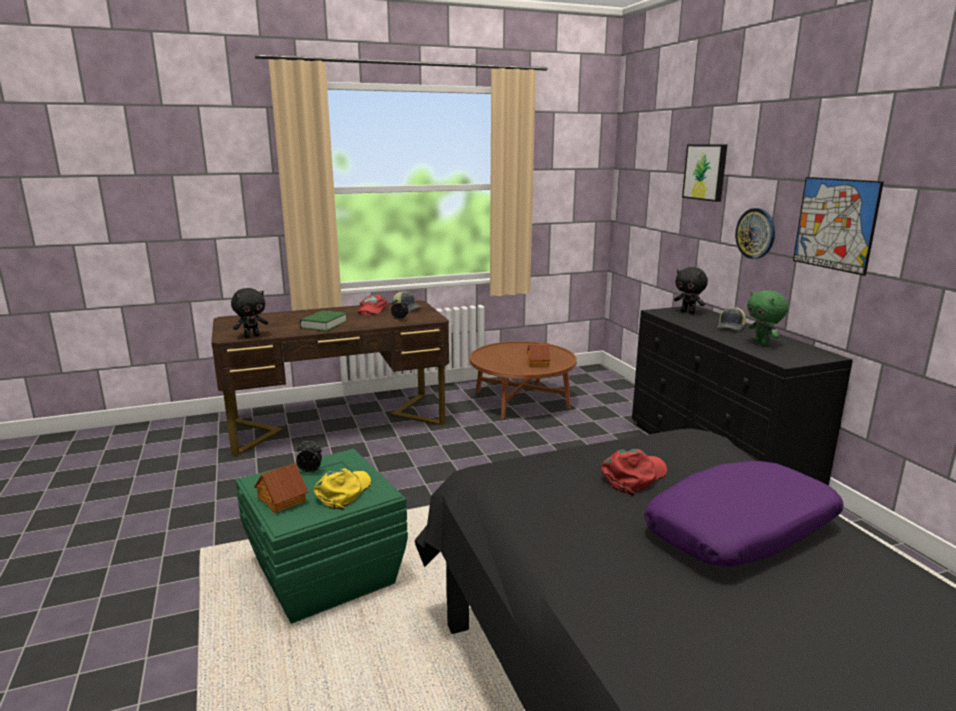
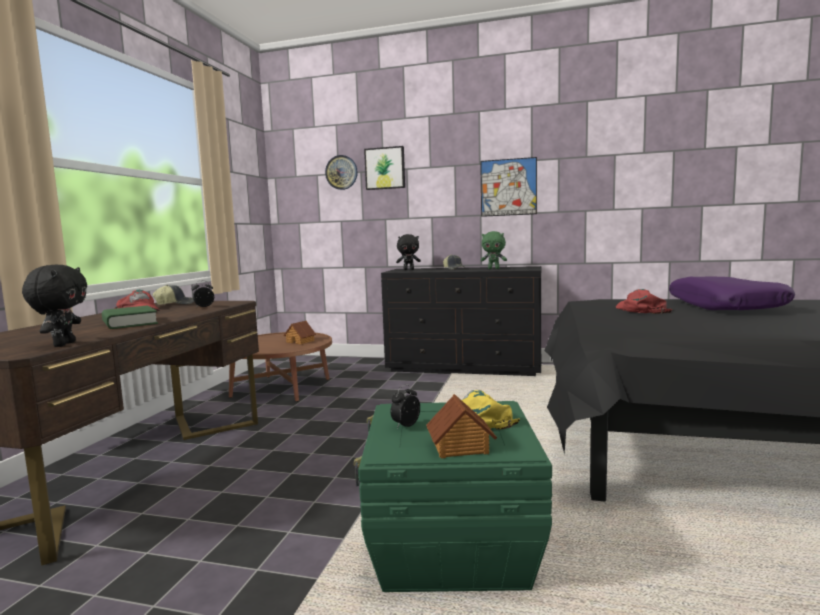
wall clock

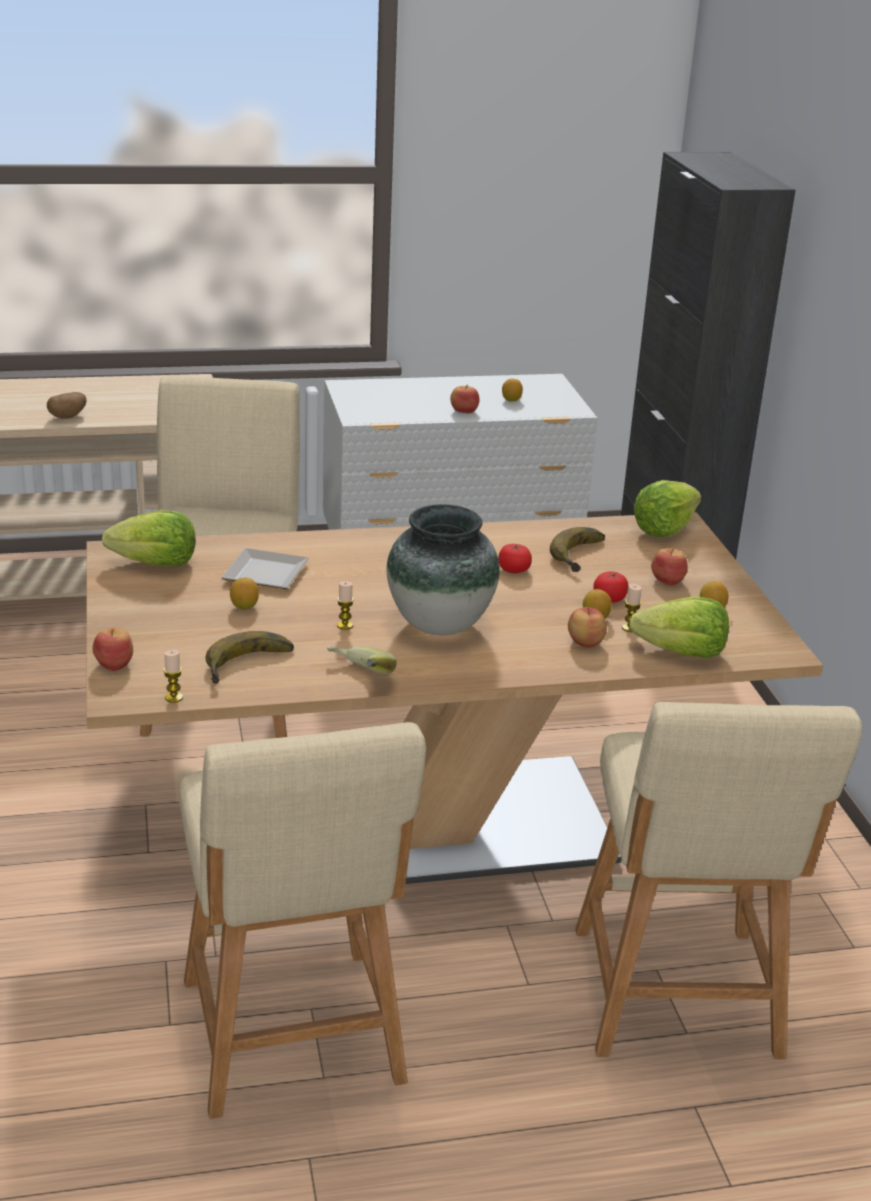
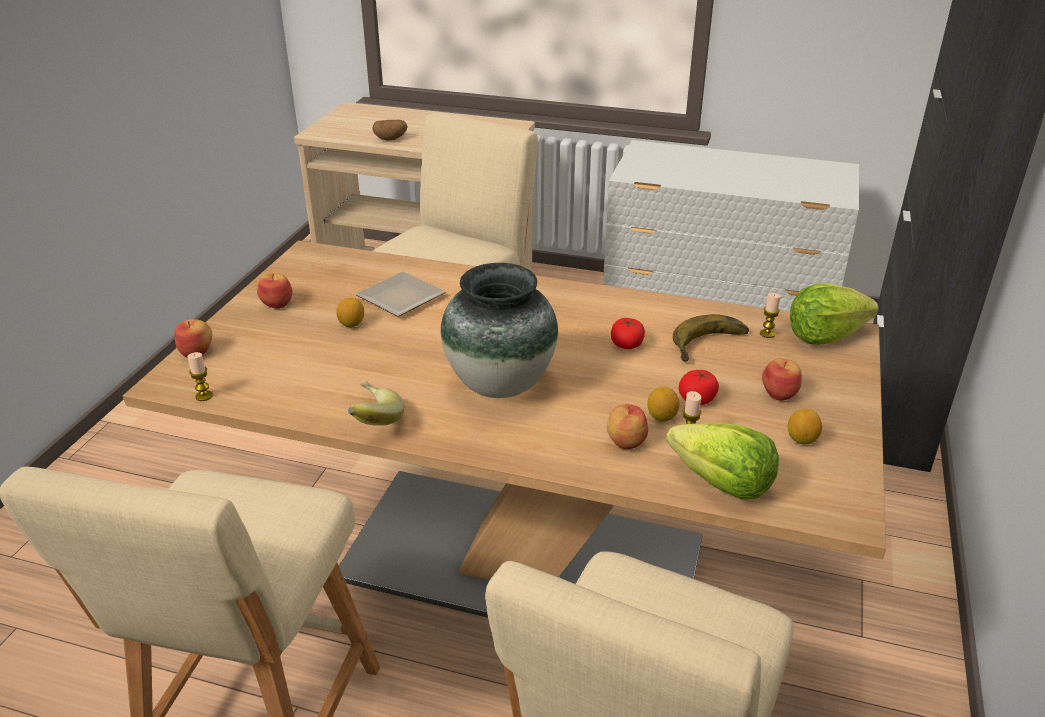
lettuce (no. 1 from left in the first image)
banana (no. 1 from left in the first image)
candle (no. 3 from left)
apple (no. 2 from left)
lemon (no. 2 from left in the first image)

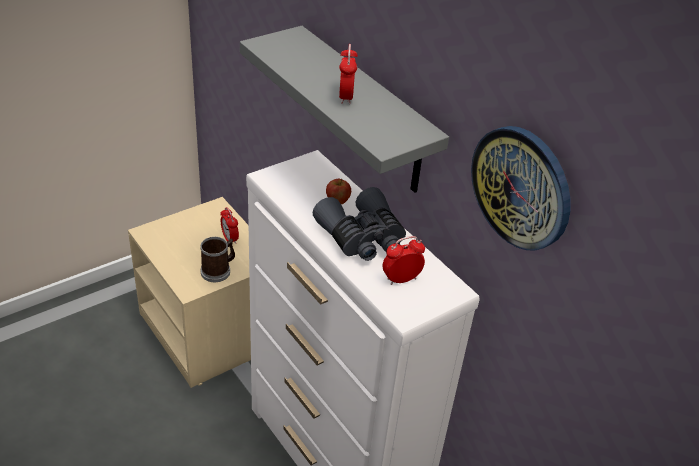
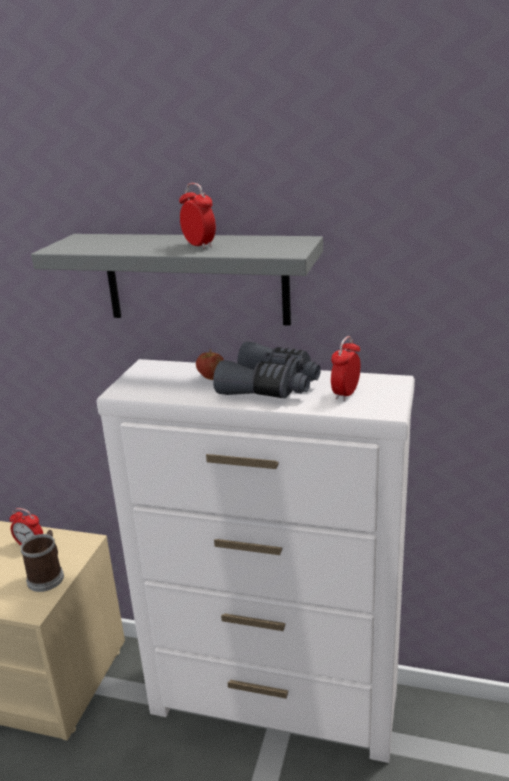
wall clock

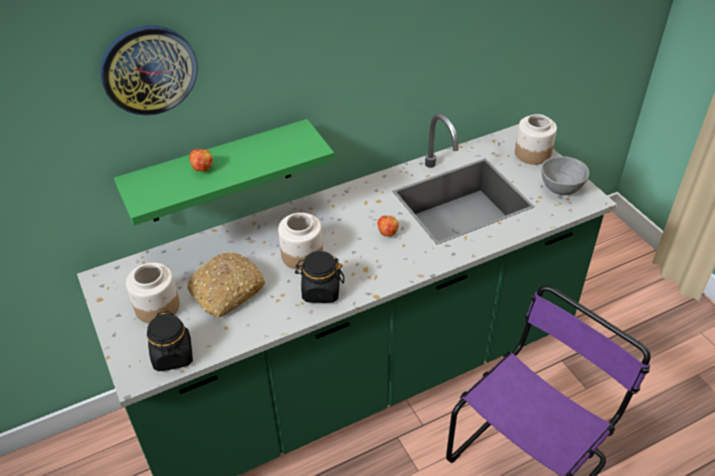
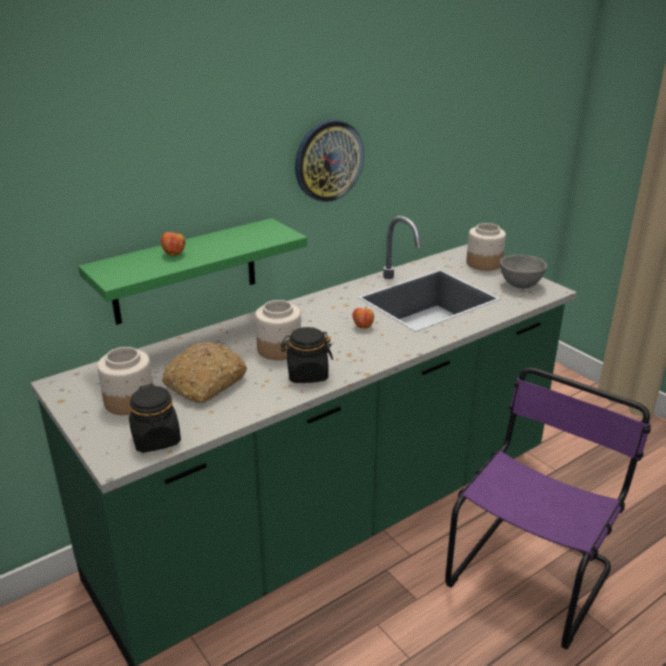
wall clock

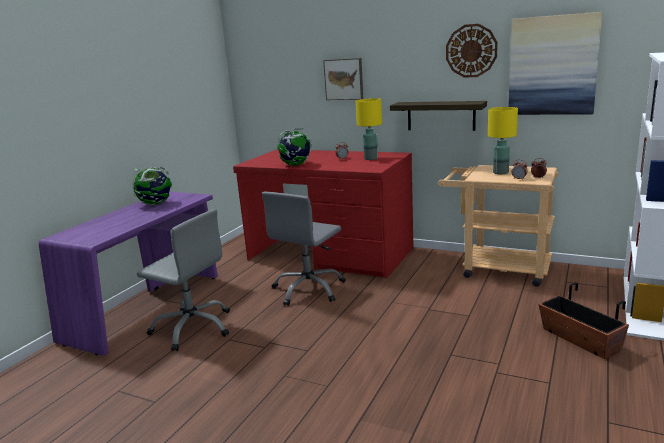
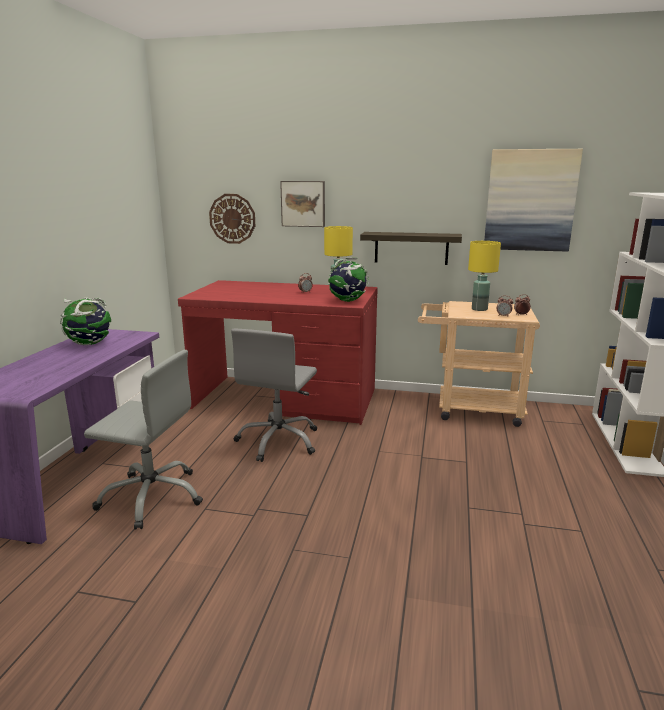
globe (no. 2 from left)
wall clock
planter

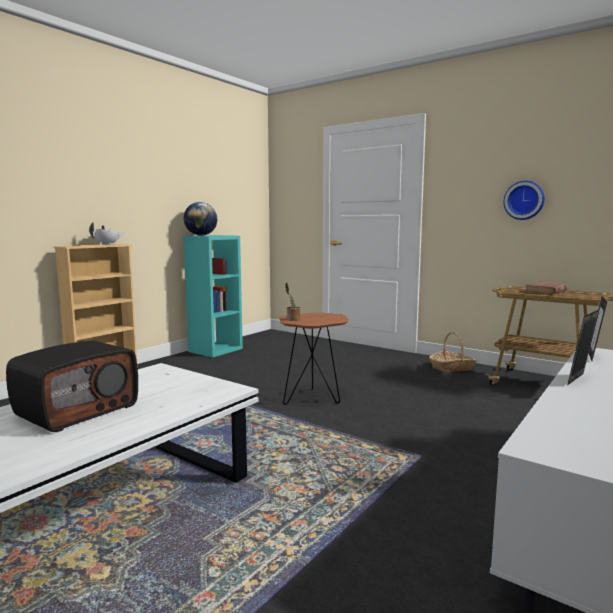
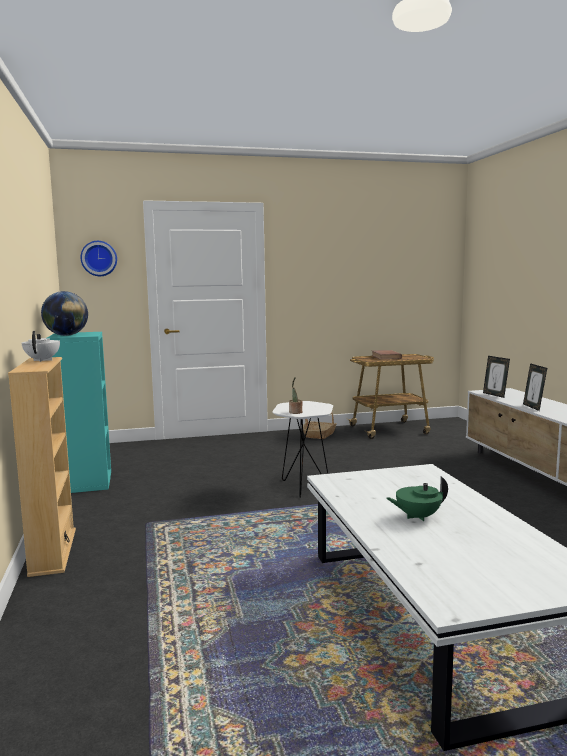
green teapot
white side table
wall clock

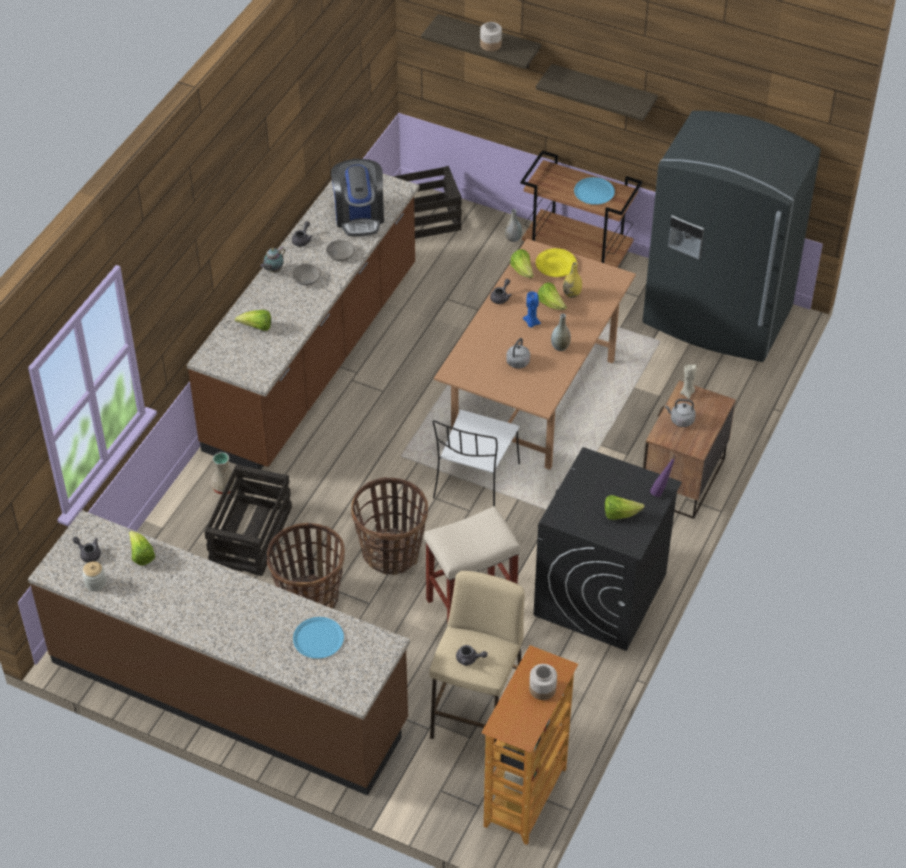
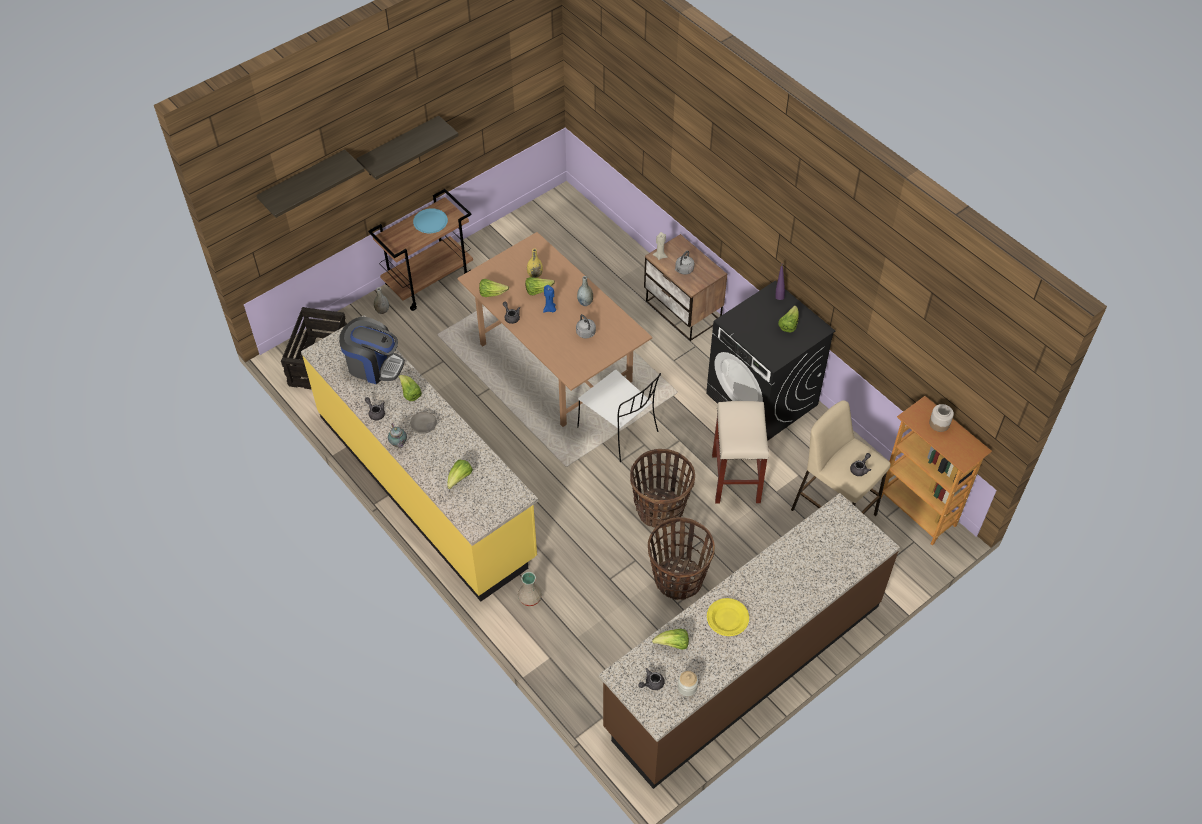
yellow counter
crate (no. 1 from left in the first image)
blue plate (no. 1 from left in the first image)
lettuce (no. 1 from left)
jar (no. 2 from left in the first image)
yellow plate
grey fridge

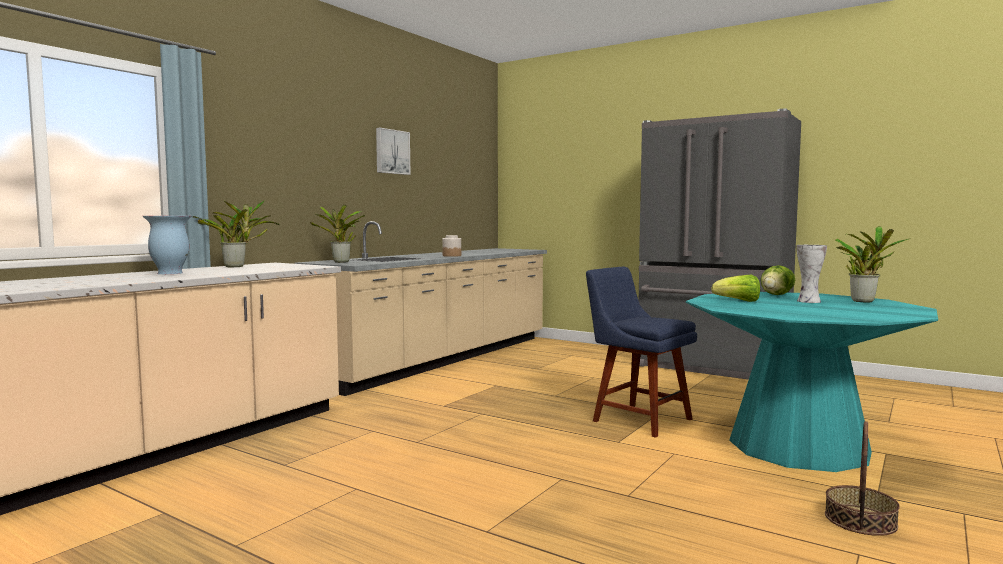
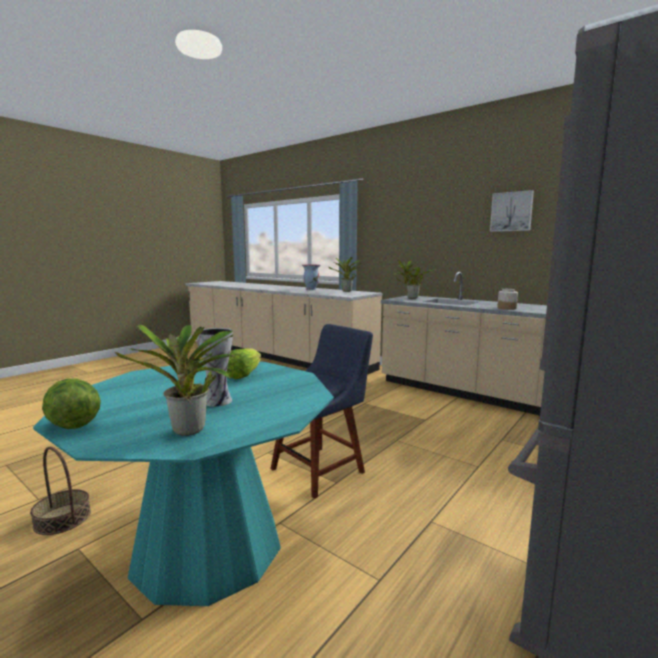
lettuce (no. 1 from left)

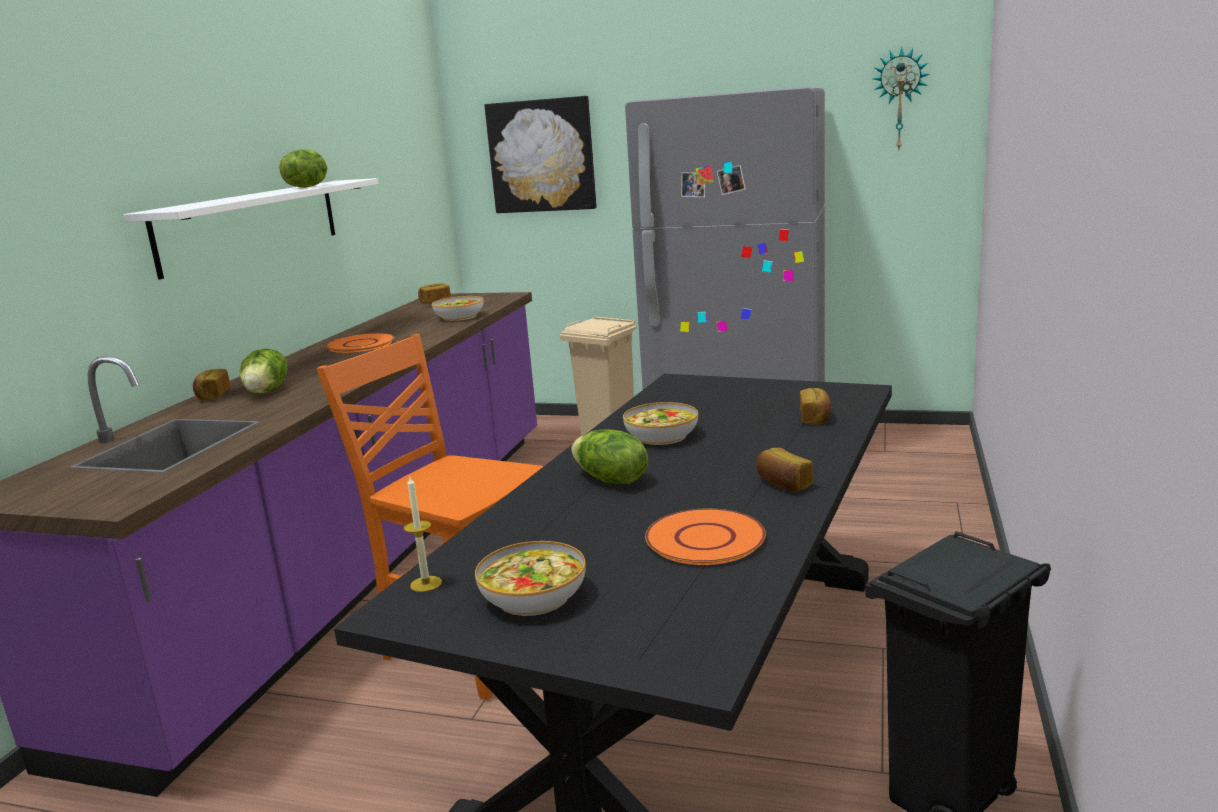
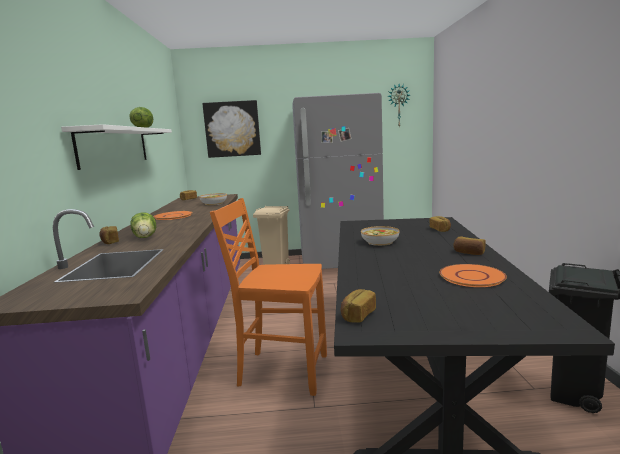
bread (no. 3 from left)
bowl (no. 2 from left in the first image)
lettuce (no. 3 from left in the first image)

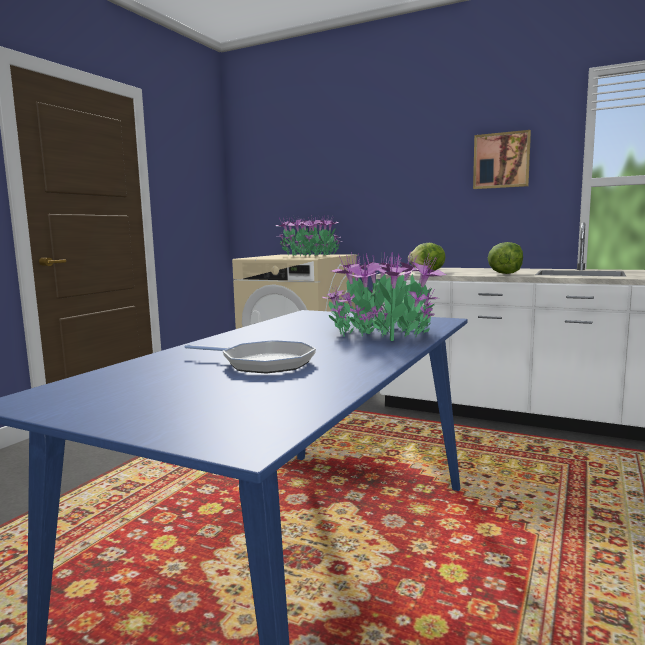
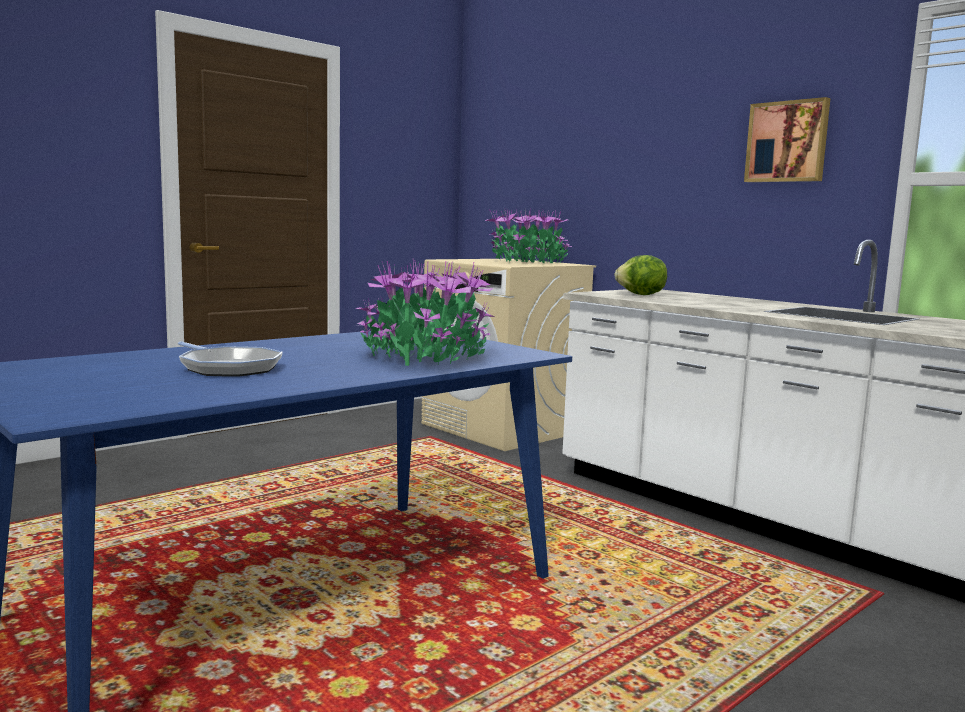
lettuce (no. 2 from left in the first image)

